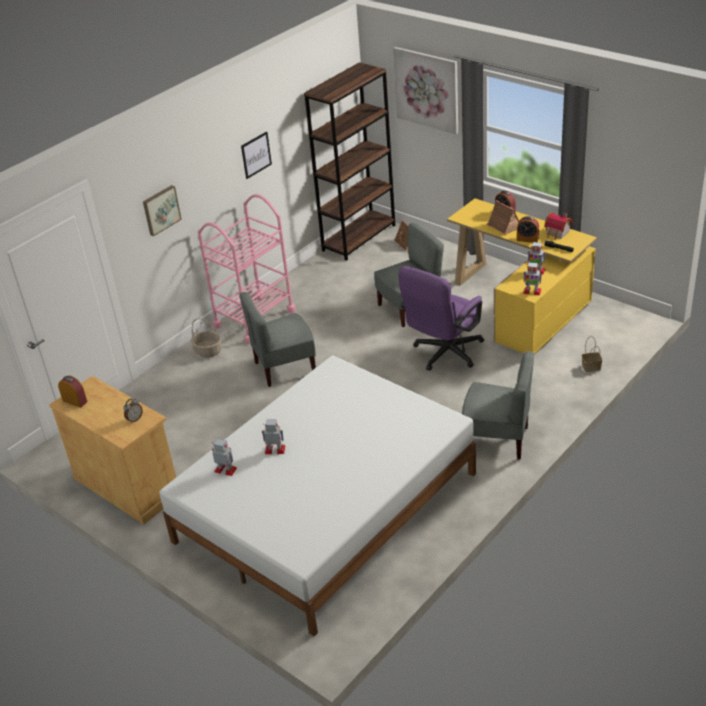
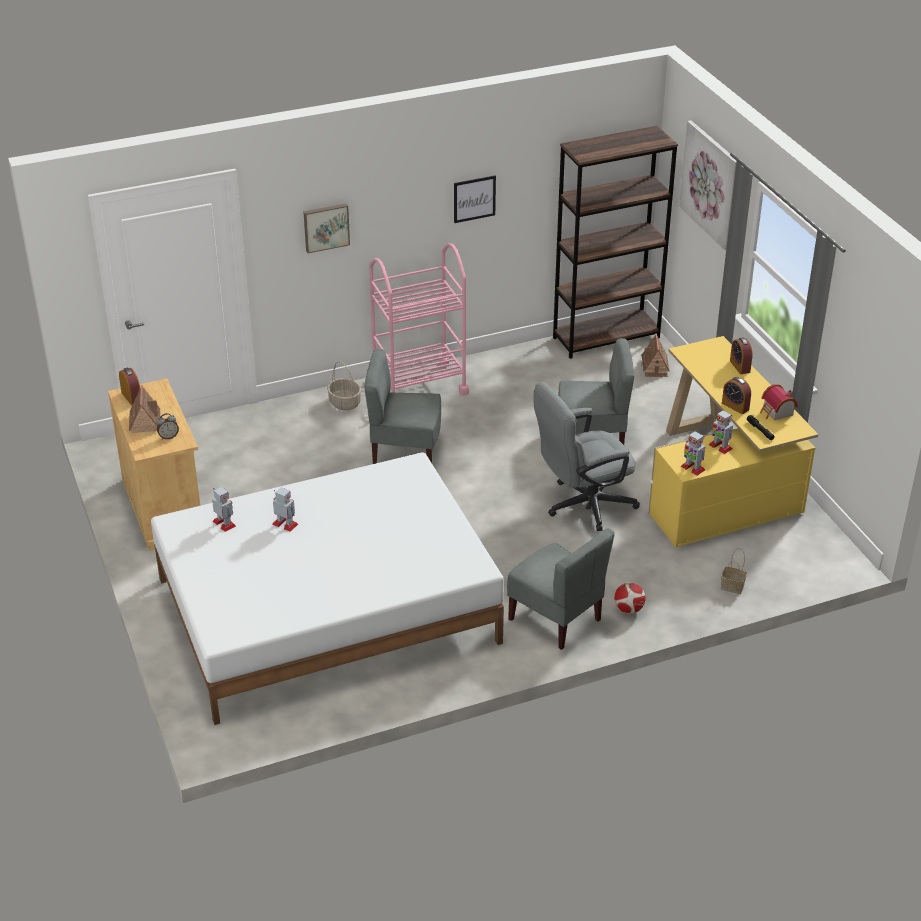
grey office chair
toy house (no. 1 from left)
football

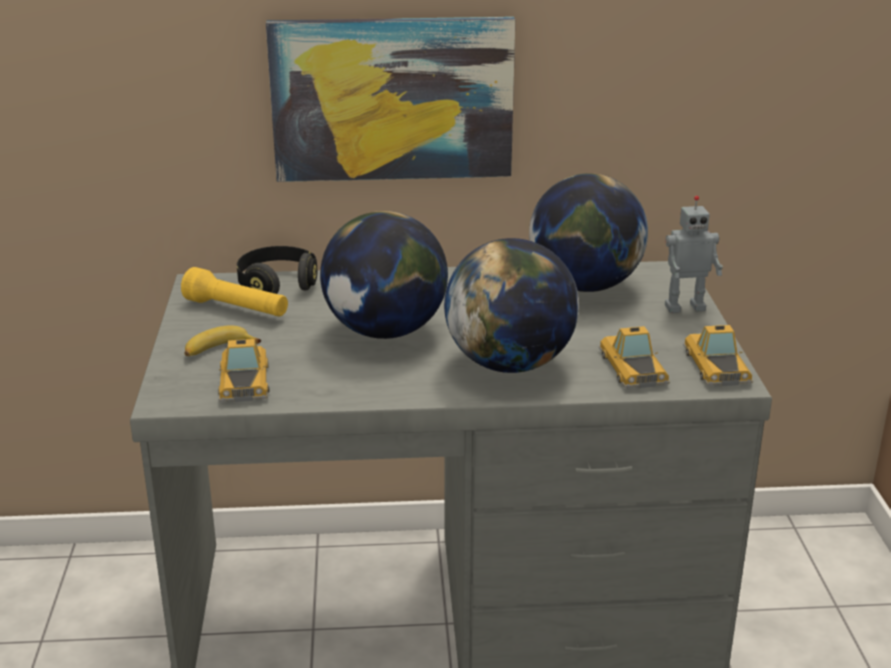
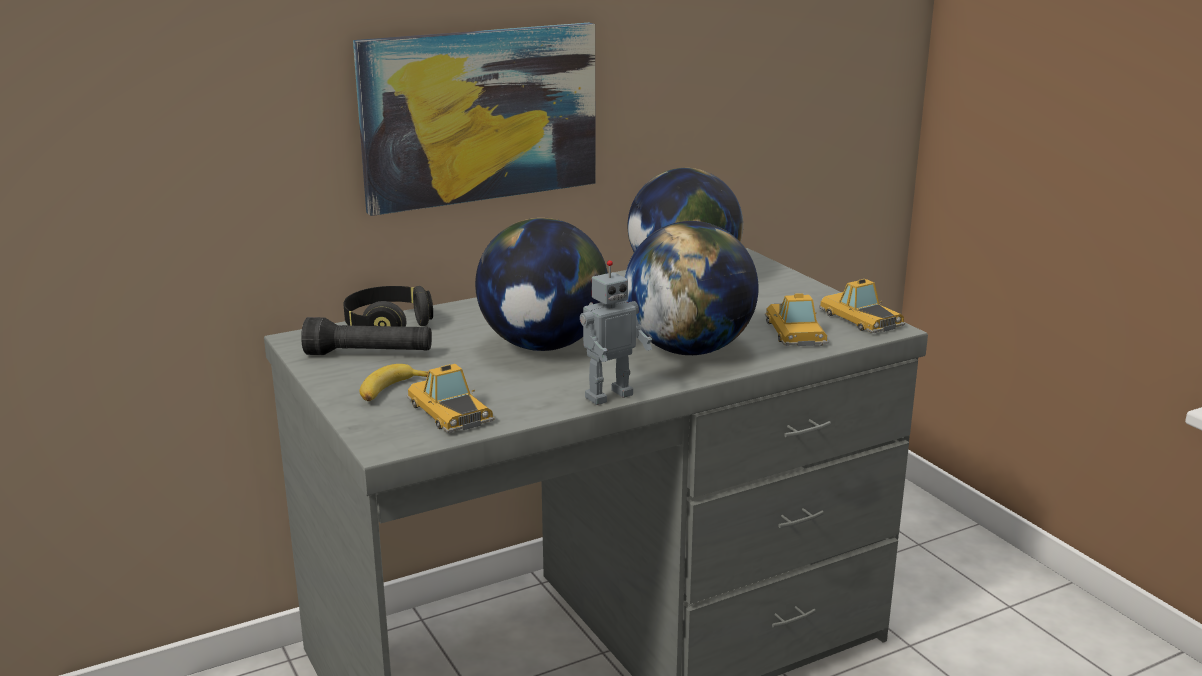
black flashlight
toy car (no. 2 from left)
toy robot

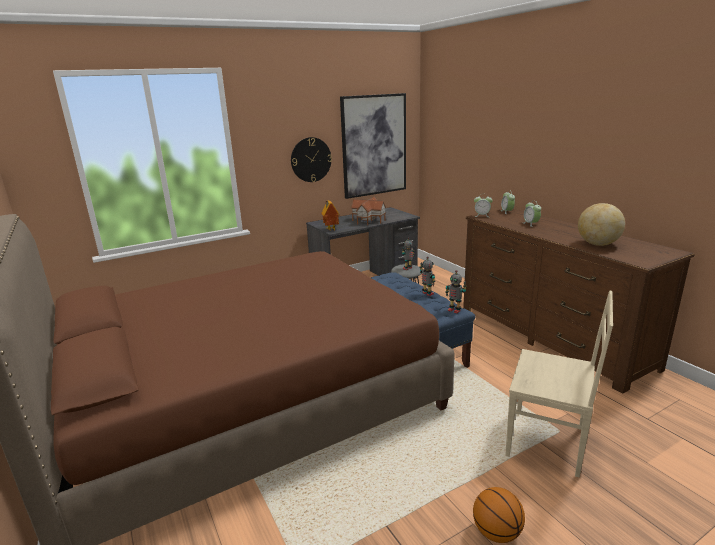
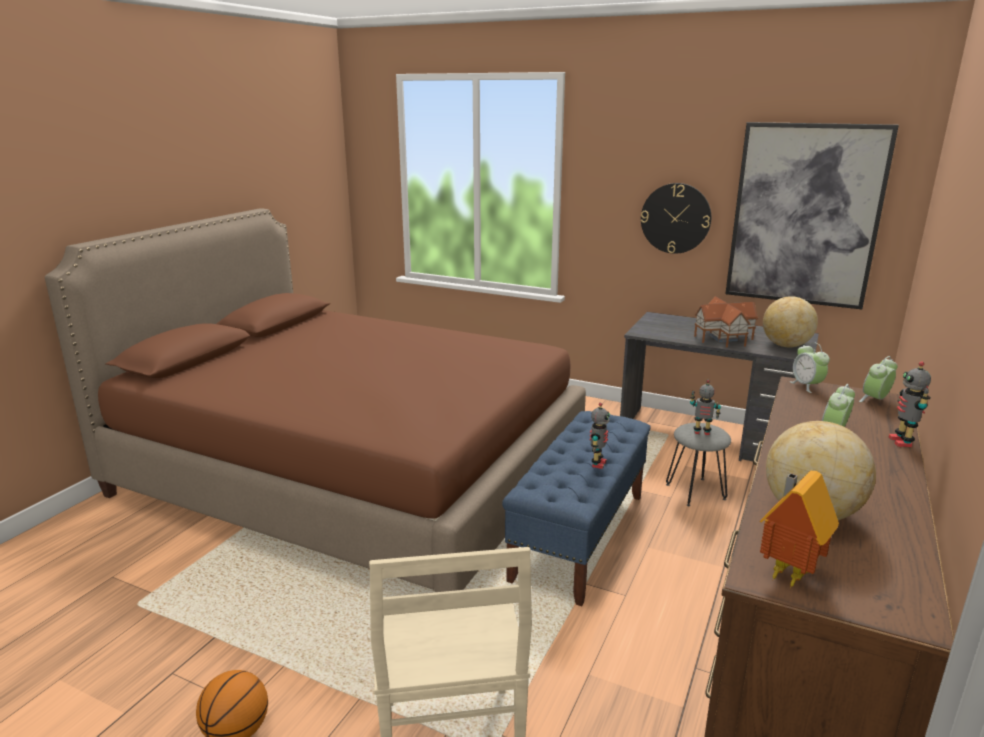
toy house (no. 2 from left)
toy robot (no. 3 from left)
globe (no. 1 from left)

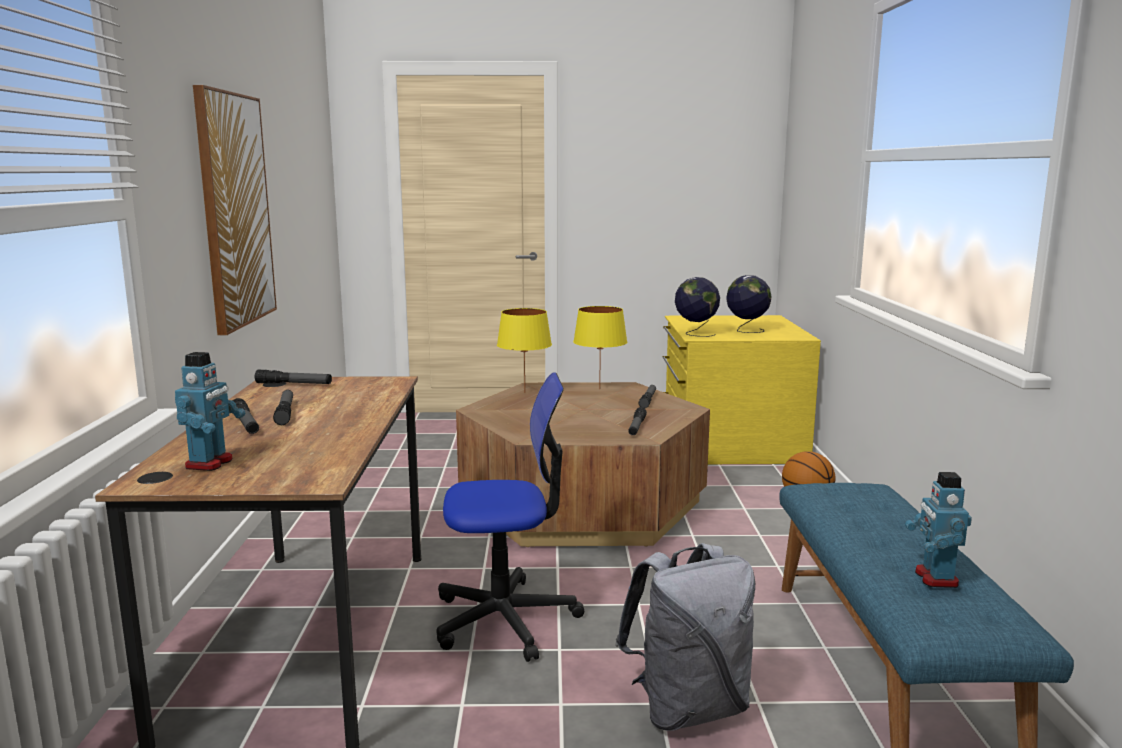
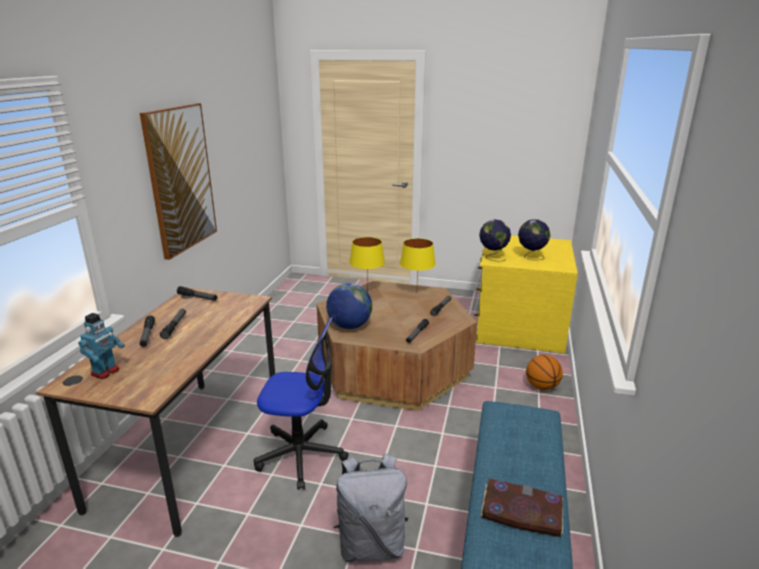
book
globe (no. 1 from left)

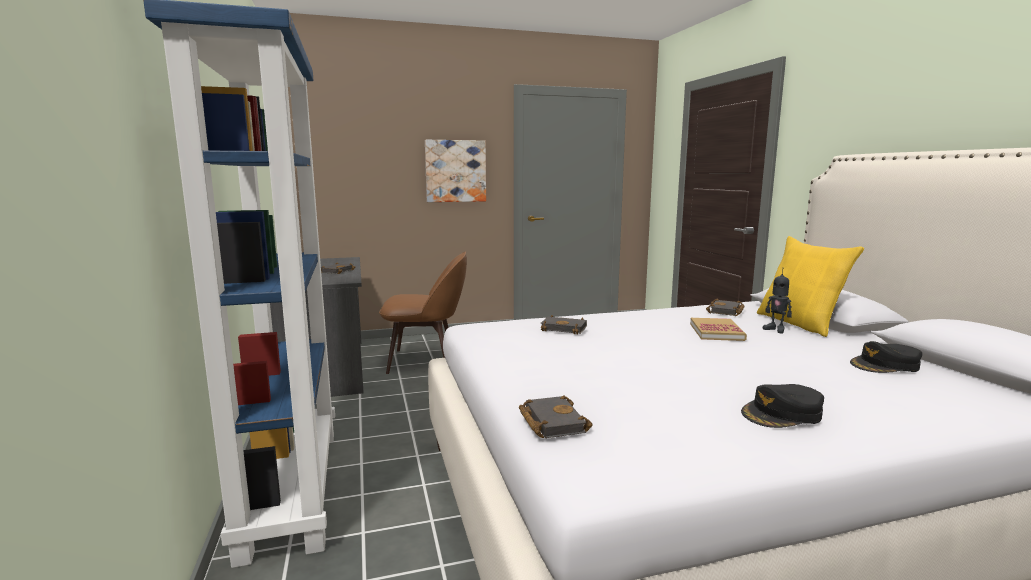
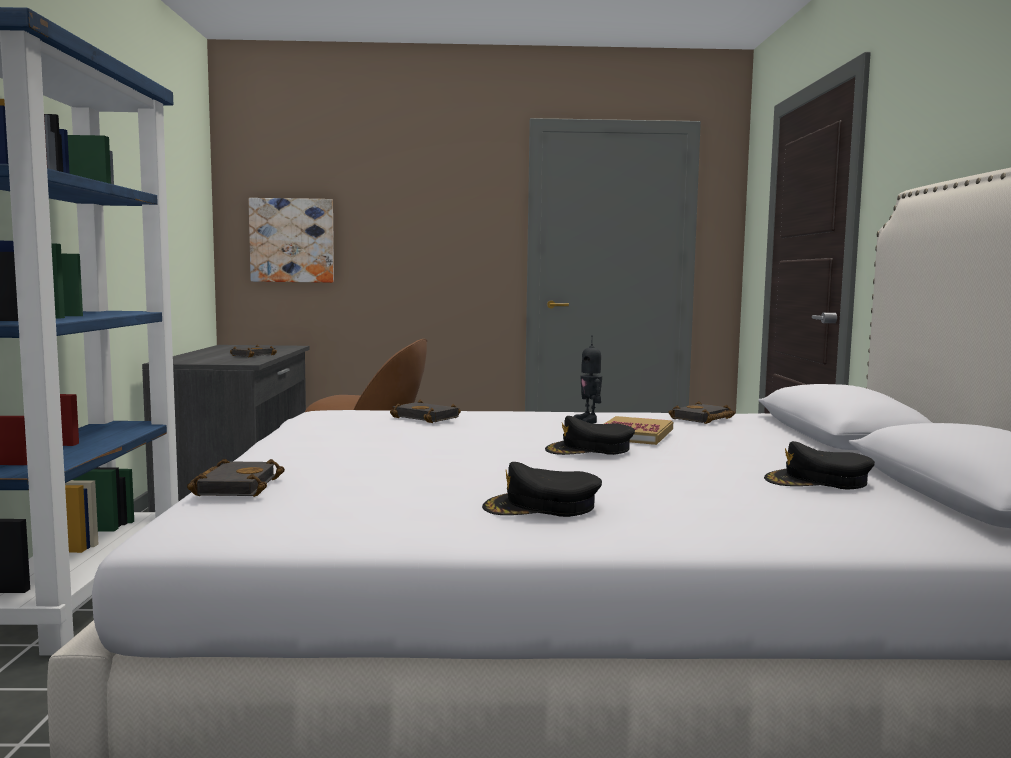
picture
yellow pillow
toy robot
black cap (no. 2 from left)

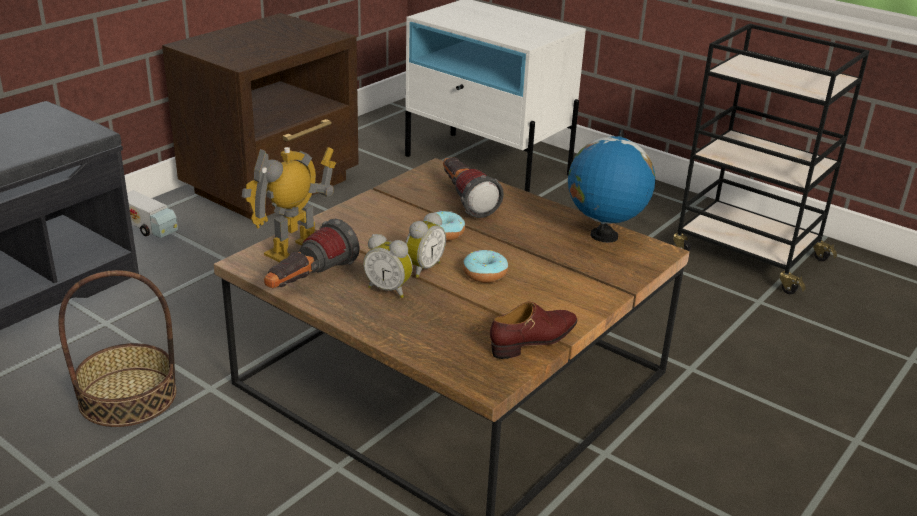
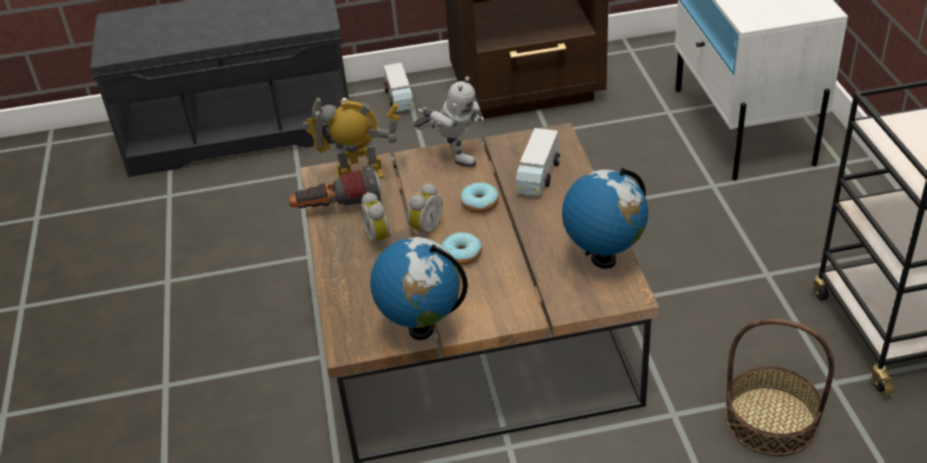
basket
alarm clock (no. 2 from left)
toy truck (no. 2 from left)
globe (no. 1 from left)
toy robot (no. 2 from left)

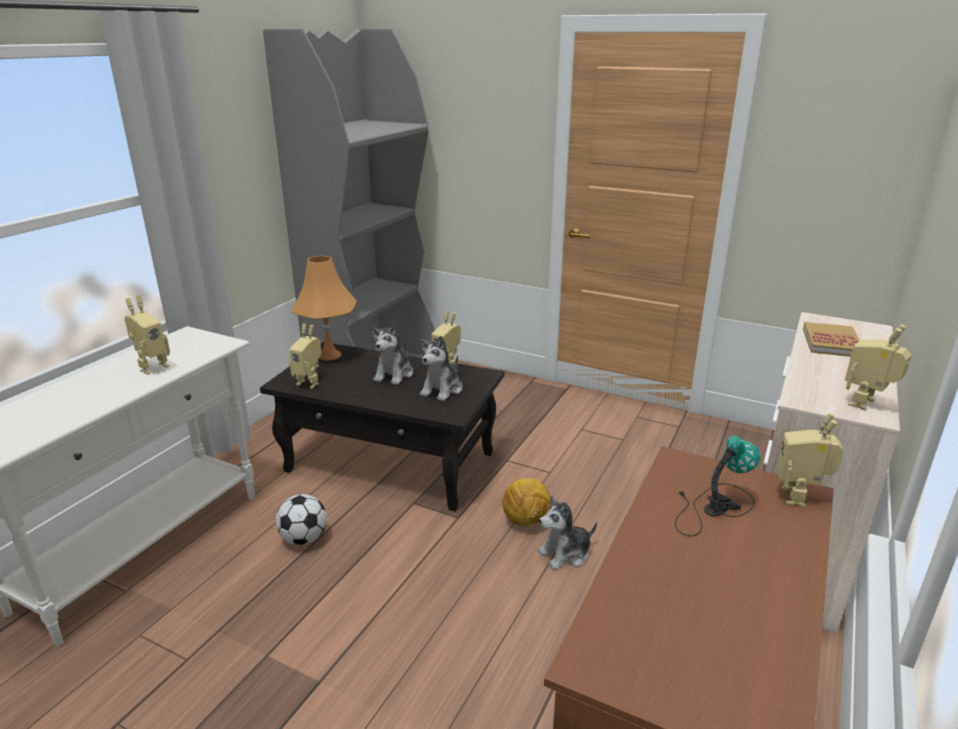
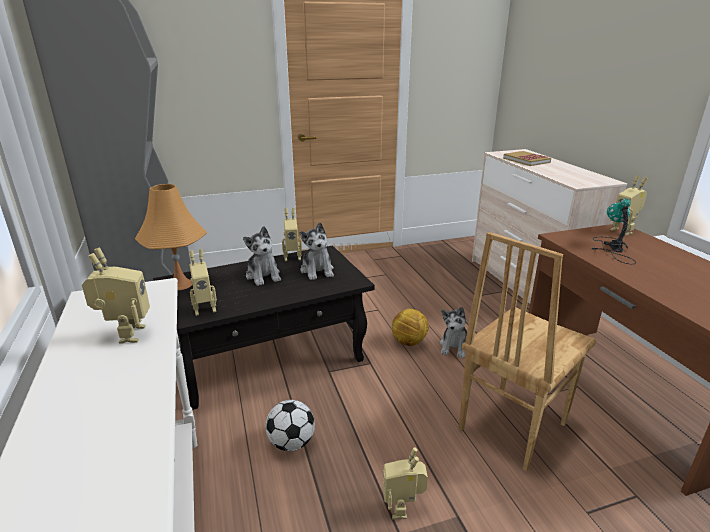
toy robot (no. 4 from left)
brown chair

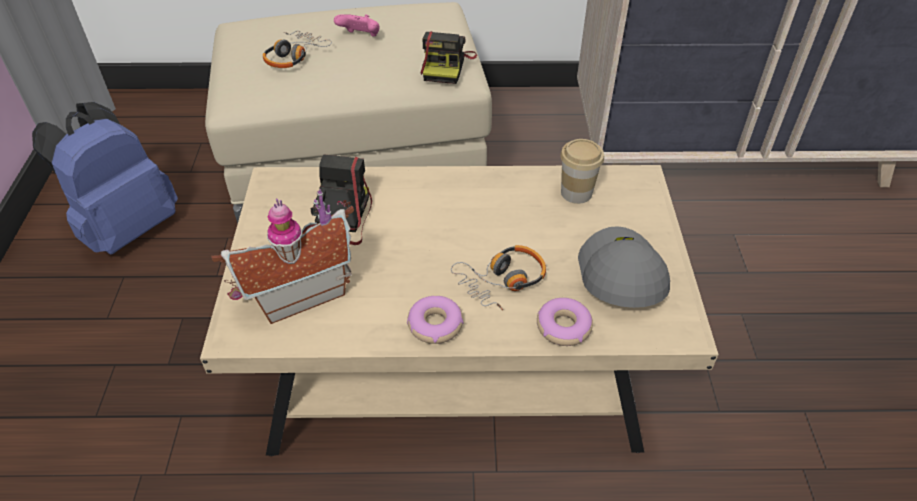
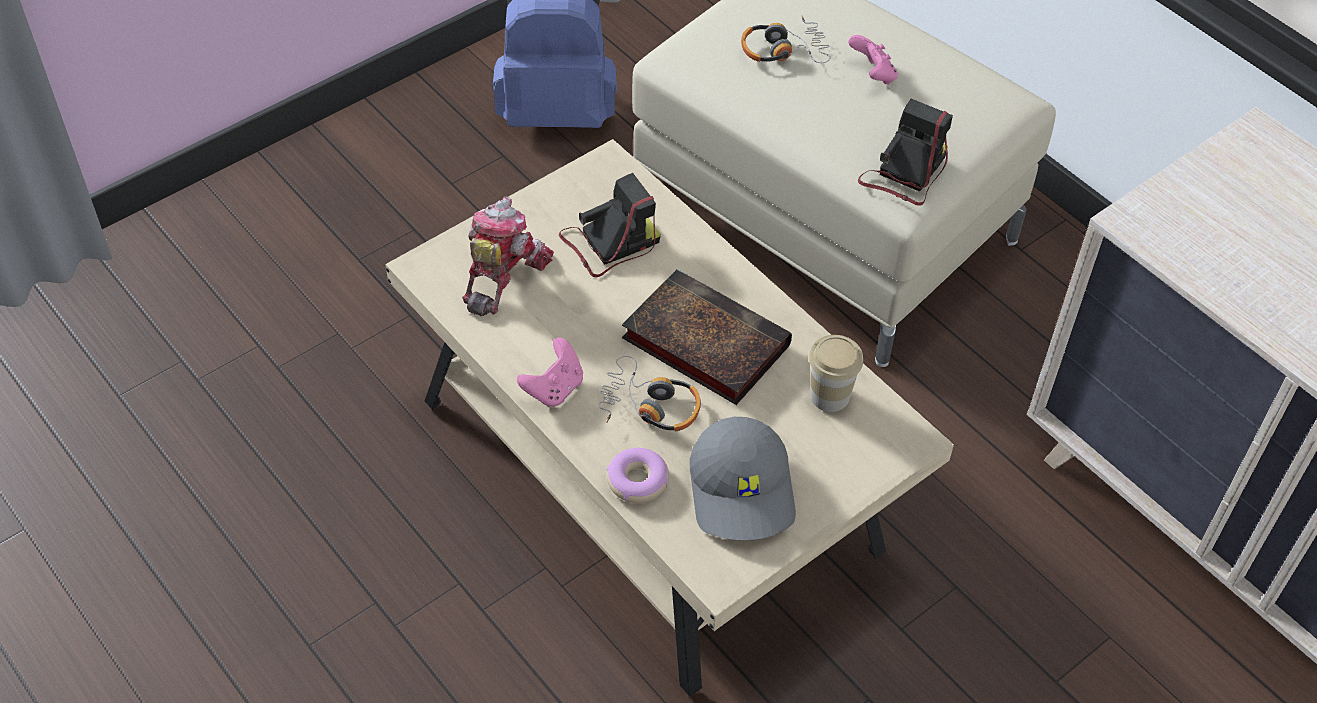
toy robot
pink game controller (no. 1 from left)
photo camera (no. 2 from left)
grey cap
book

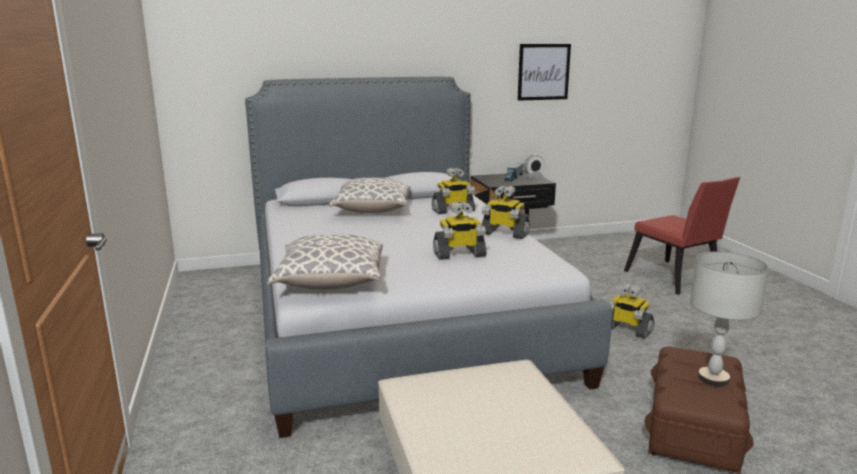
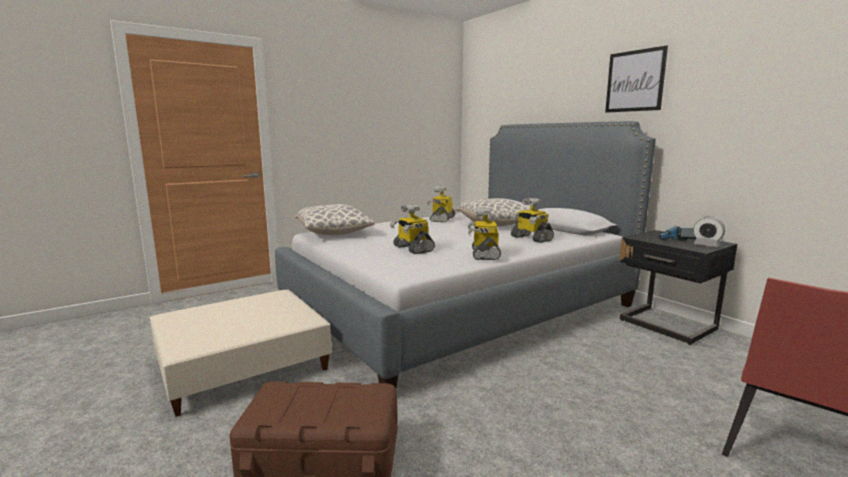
picture
toy robot (no. 2 from left)
grey table lamp

